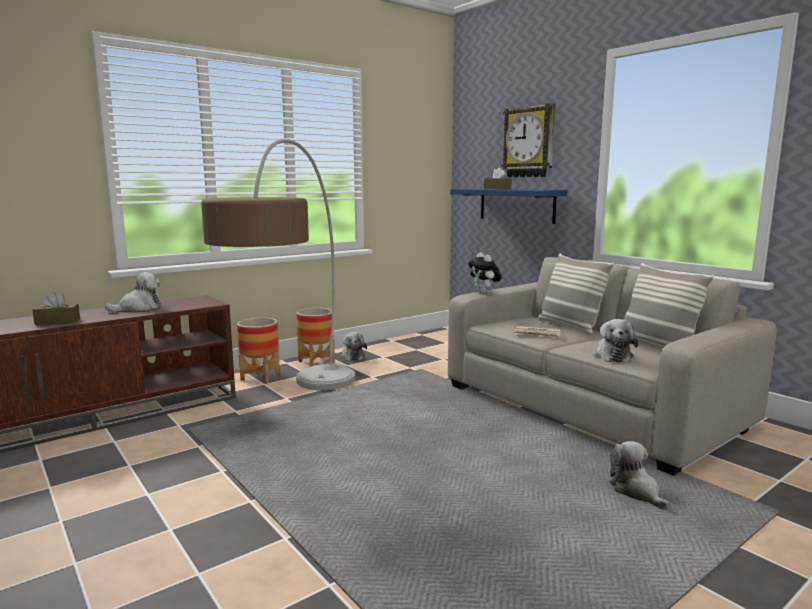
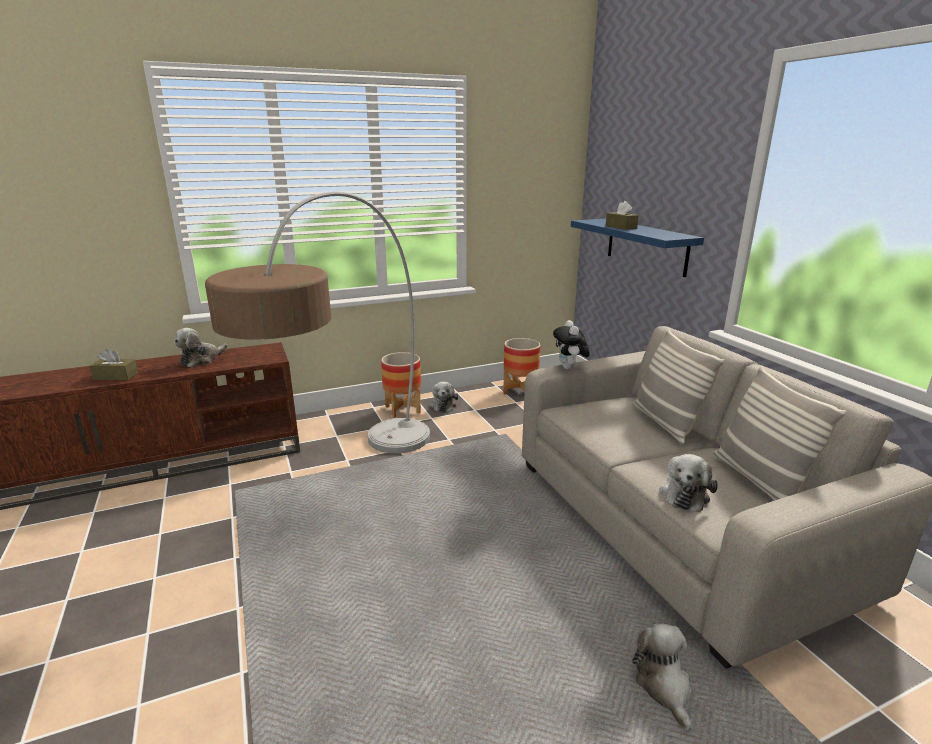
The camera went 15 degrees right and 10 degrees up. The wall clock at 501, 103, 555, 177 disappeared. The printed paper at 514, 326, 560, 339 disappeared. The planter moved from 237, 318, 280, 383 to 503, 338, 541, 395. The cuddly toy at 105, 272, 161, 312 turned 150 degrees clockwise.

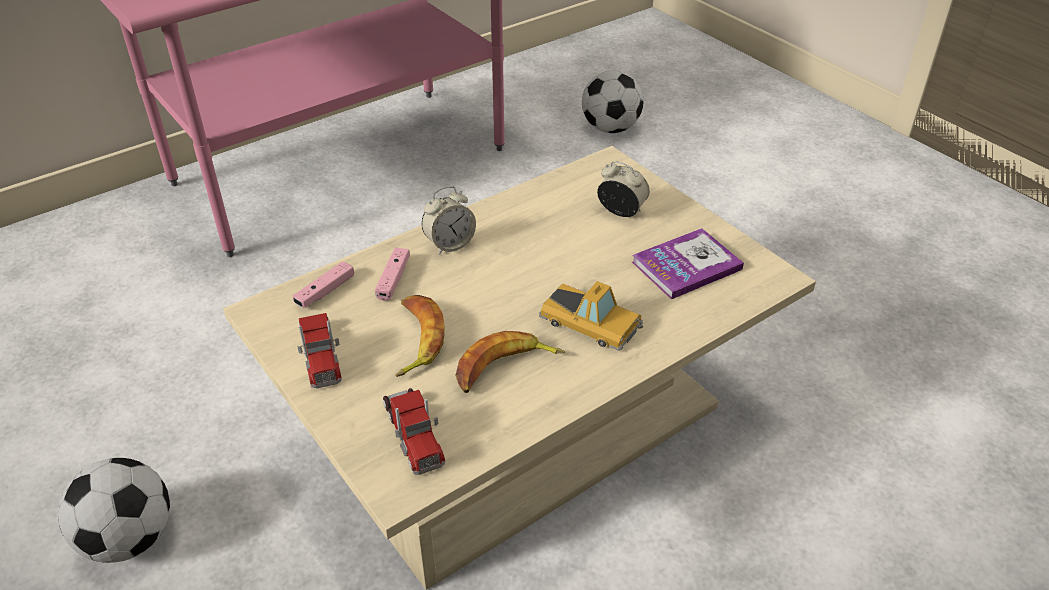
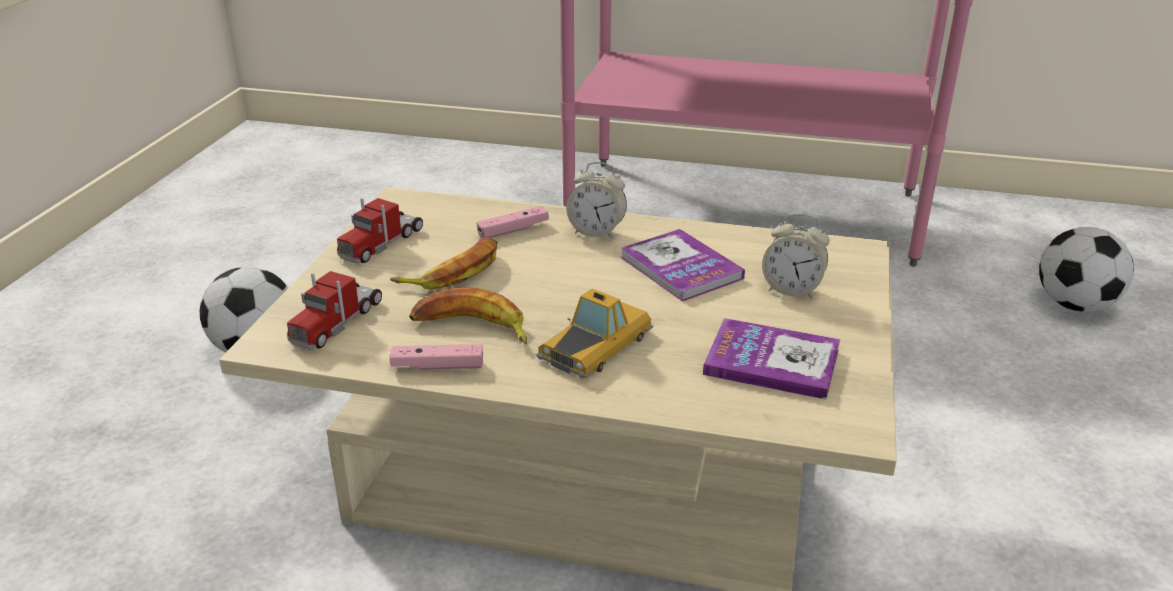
The camera went 50 degrees right and 10 degrees down. The volume at 620, 229, 745, 302 appeared. The joypad (pink) moved from 293, 261, 354, 308 to 390, 344, 483, 370. The model car at 539, 281, 643, 351 turned 135 degrees counterclockwise. The bedside clock at 597, 161, 650, 217 turned 120 degrees clockwise.

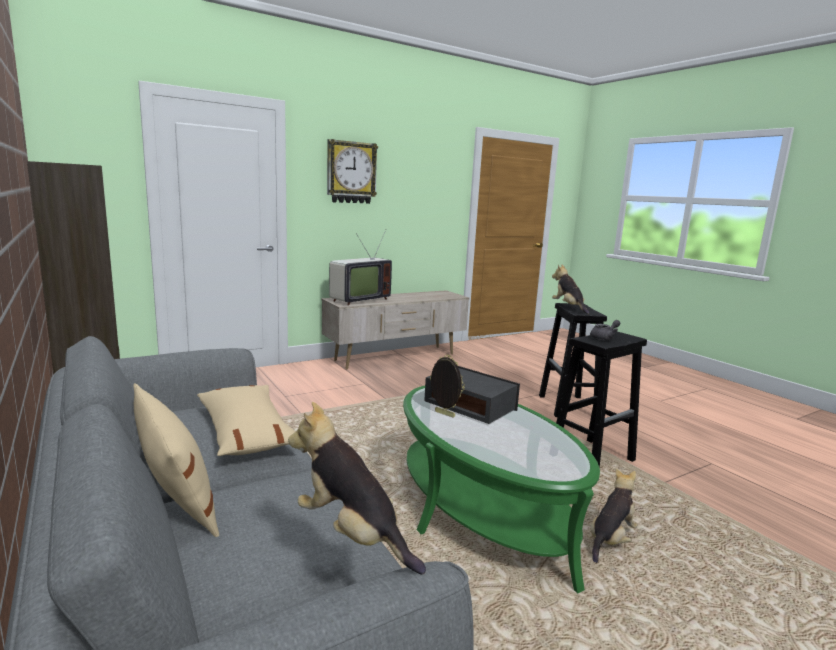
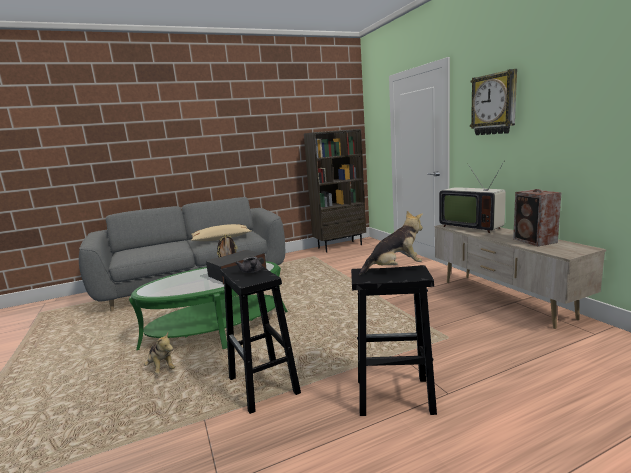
The camera went 100 degrees right and 0 degrees up. The cushion (beige-coloured) at 133, 383, 219, 537 disappeared. The cuddly toy at 288, 402, 426, 574 disappeared. The loudspeaker at 513, 189, 561, 246 appeared.

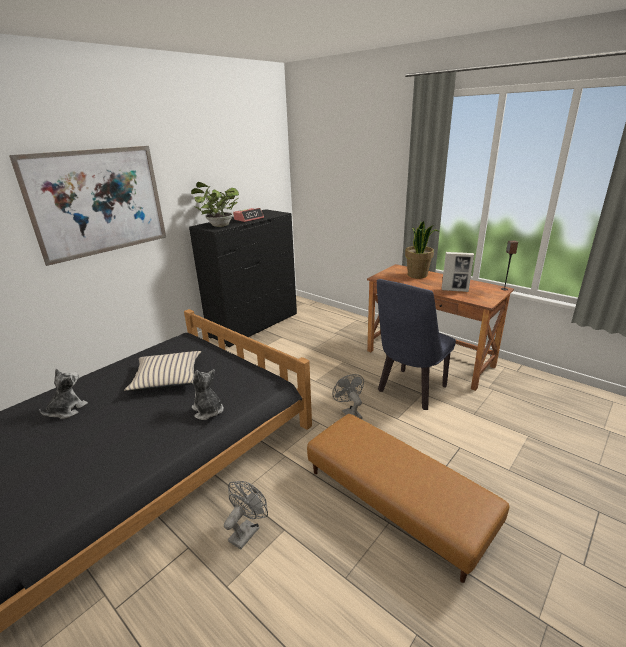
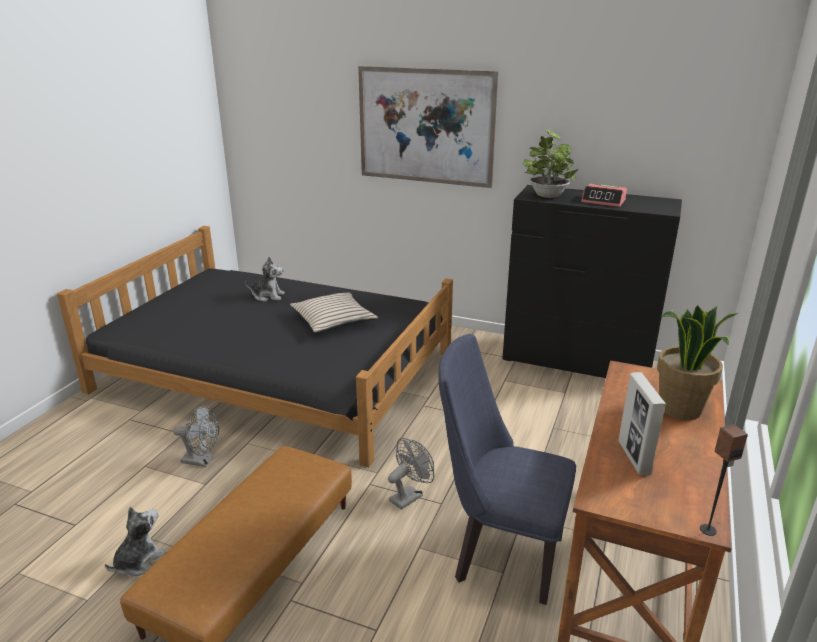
The camera went 70 degrees right and 0 degrees up. The cuddly toy moved from 192, 369, 224, 420 to 105, 506, 166, 577.

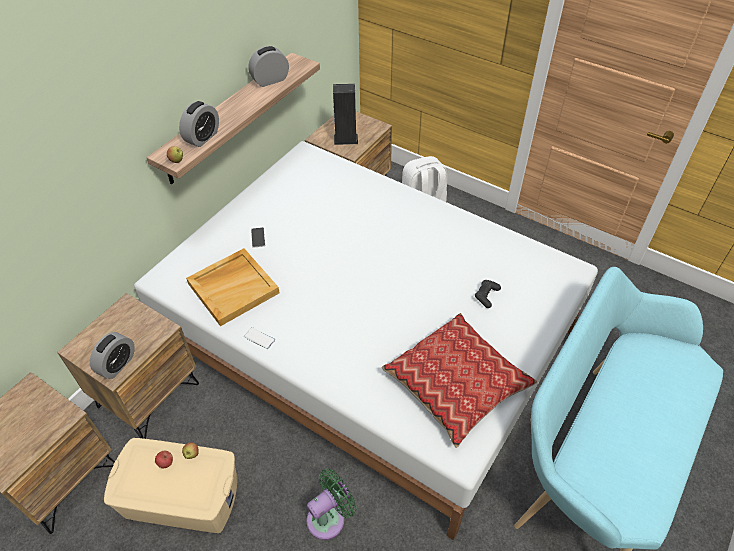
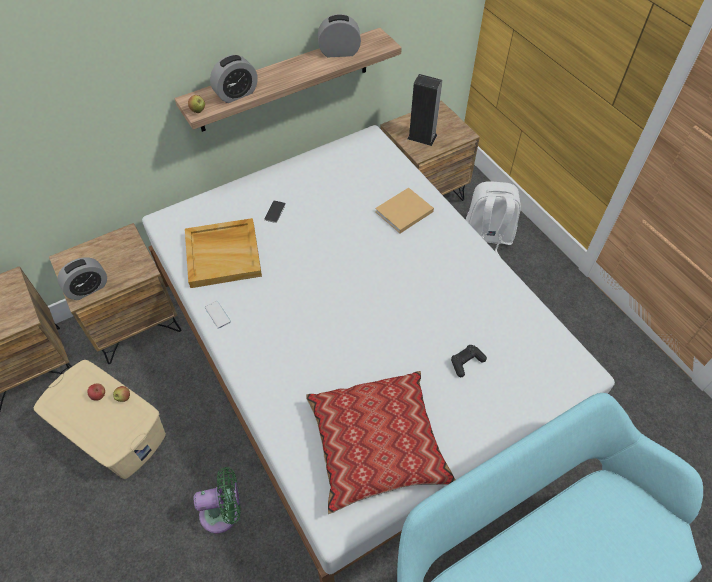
The camera went 25 degrees right and 5 degrees up. The volume (beige-coloured) at 375, 188, 434, 233 appeared.

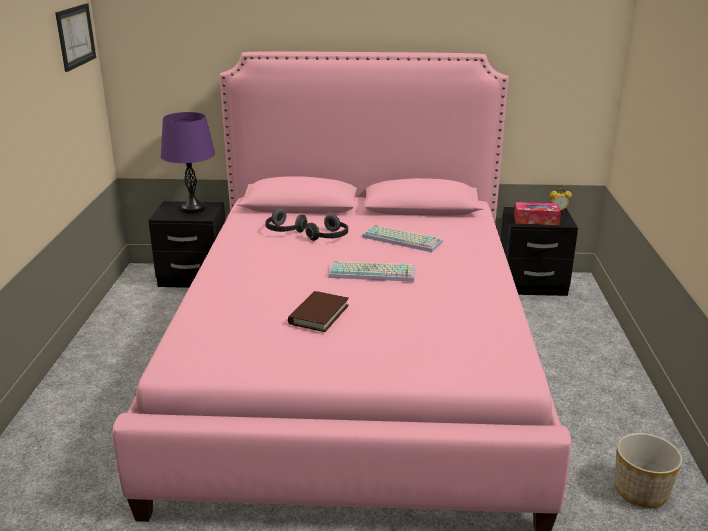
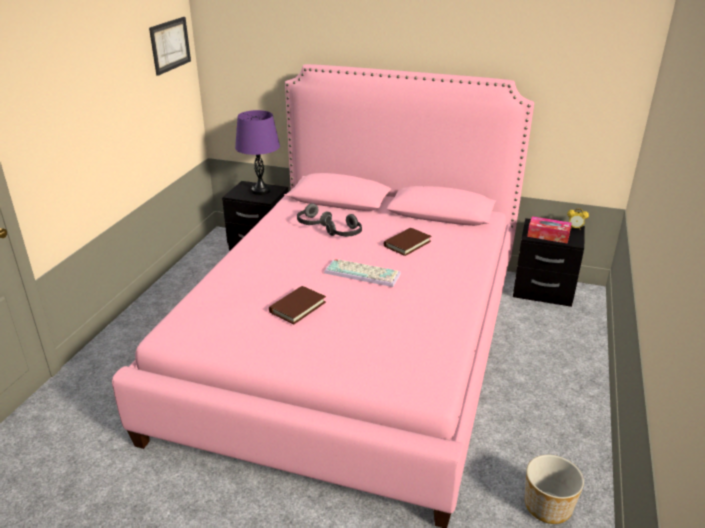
The camera went 15 degrees right and 5 degrees up. The keyboard at 362, 225, 443, 252 was replaced by the volume (brownish) at 384, 228, 431, 256.

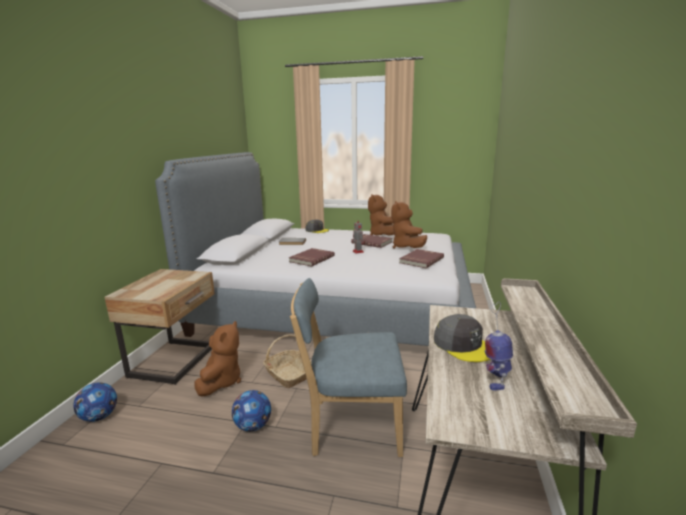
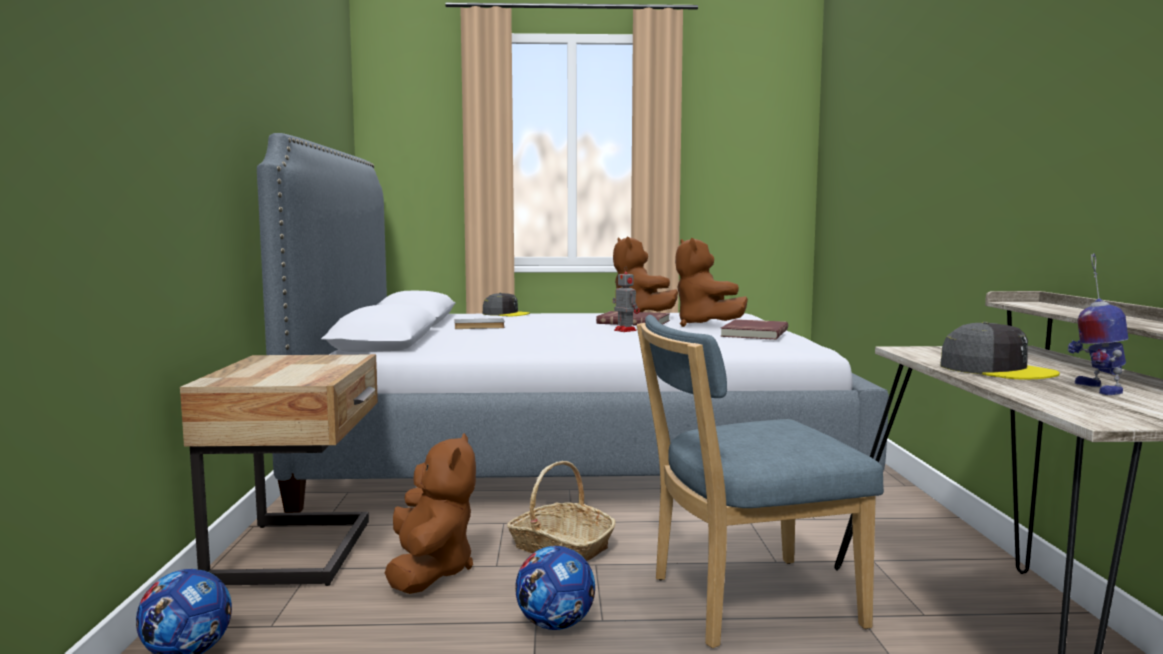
The camera went 15 degrees left and 10 degrees down. The volume (red) at 289, 248, 335, 267 disappeared.

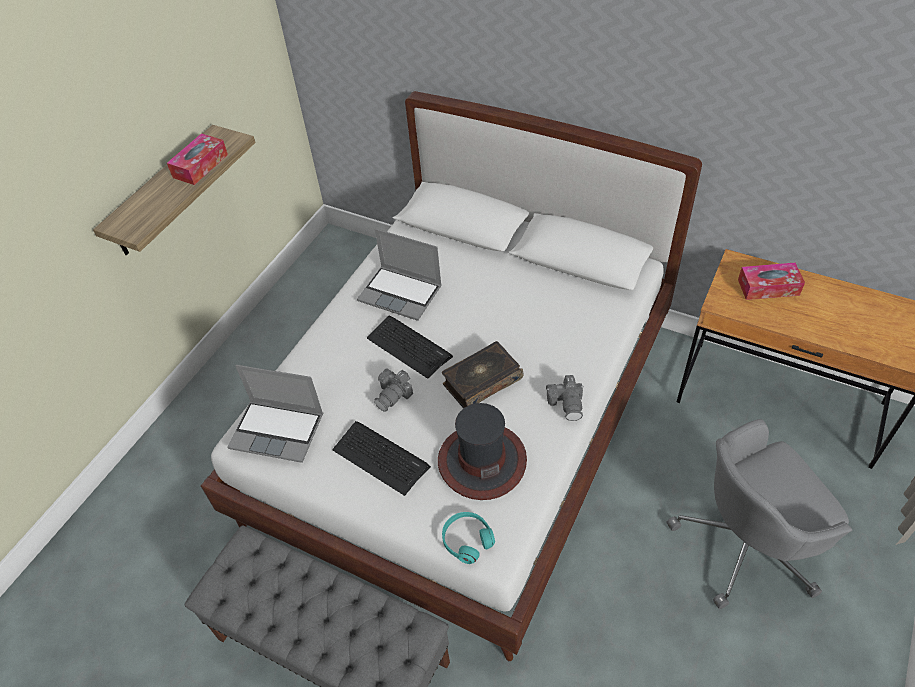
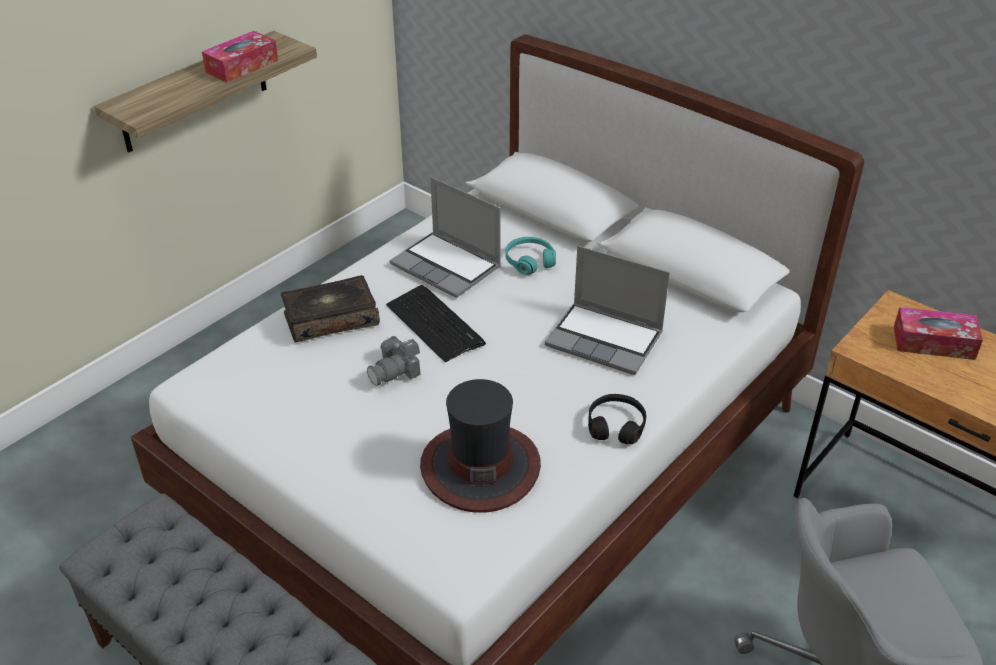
The camera went 10 degrees right and 10 degrees down. The keyboard at 332, 421, 431, 496 disappeared. The notebook computer moved from 228, 365, 323, 463 to 545, 246, 670, 375. The volume moved from 442, 341, 523, 409 to 281, 275, 380, 343. The headset (turquoise) moved from 442, 512, 495, 564 to 505, 237, 556, 275. The photo camera at 546, 375, 584, 421 was replaced by the headset (black) at 588, 394, 646, 444.

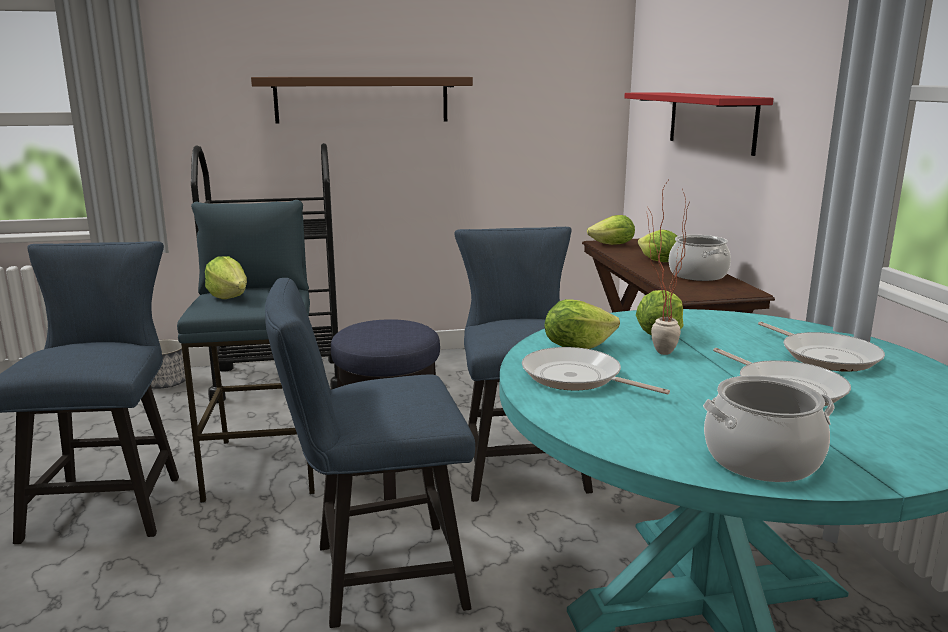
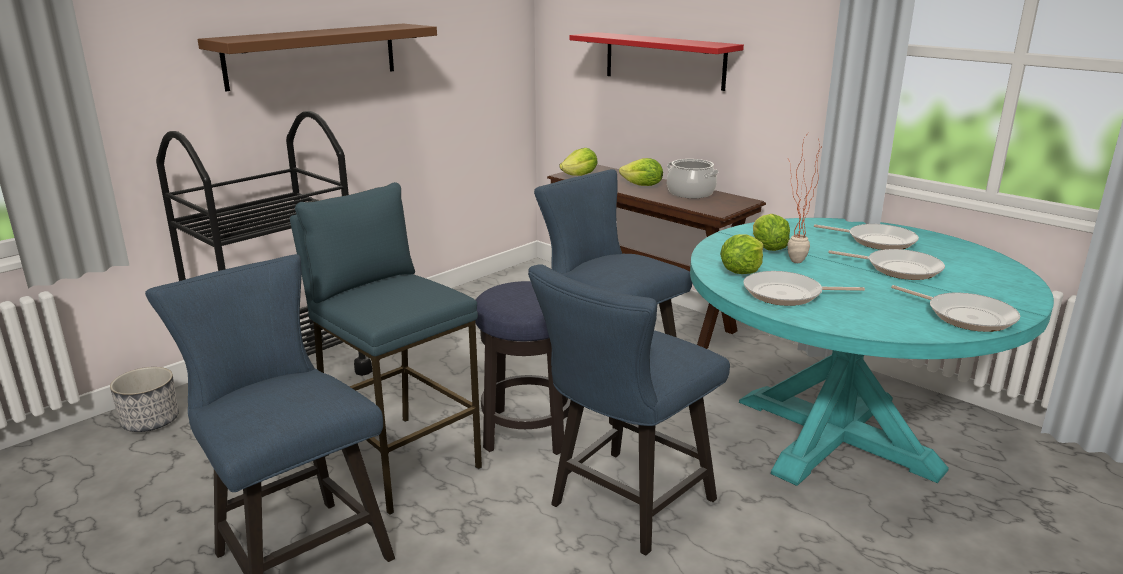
The camera went 35 degrees left and 5 degrees up. The lettuce head at 205, 256, 247, 299 disappeared. The saucepot at 703, 375, 835, 482 was replaced by the pan at 891, 285, 1020, 332.

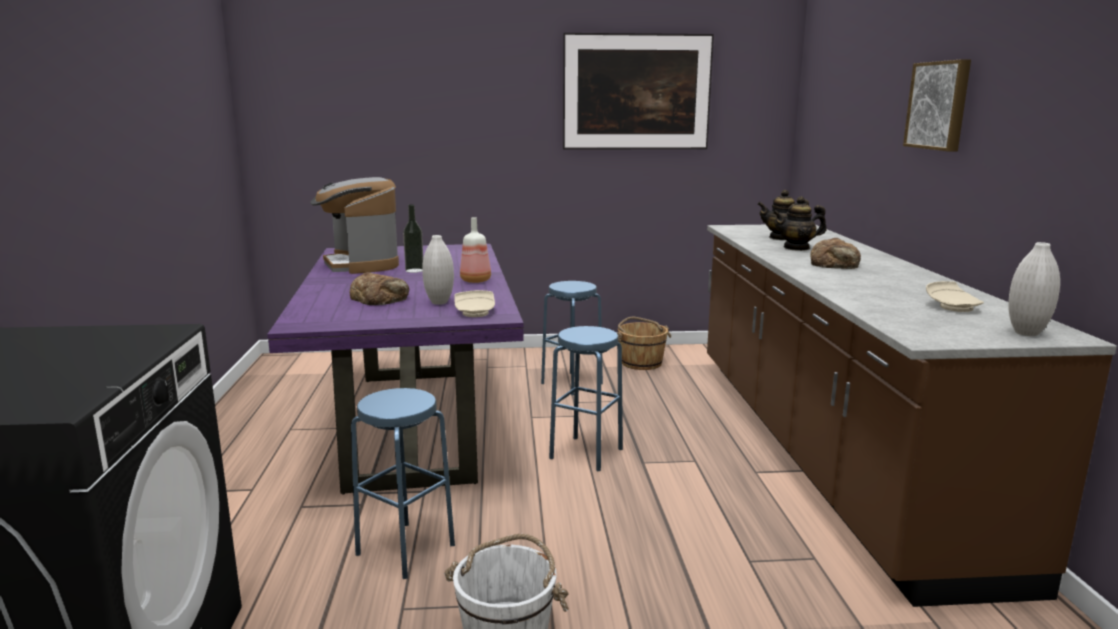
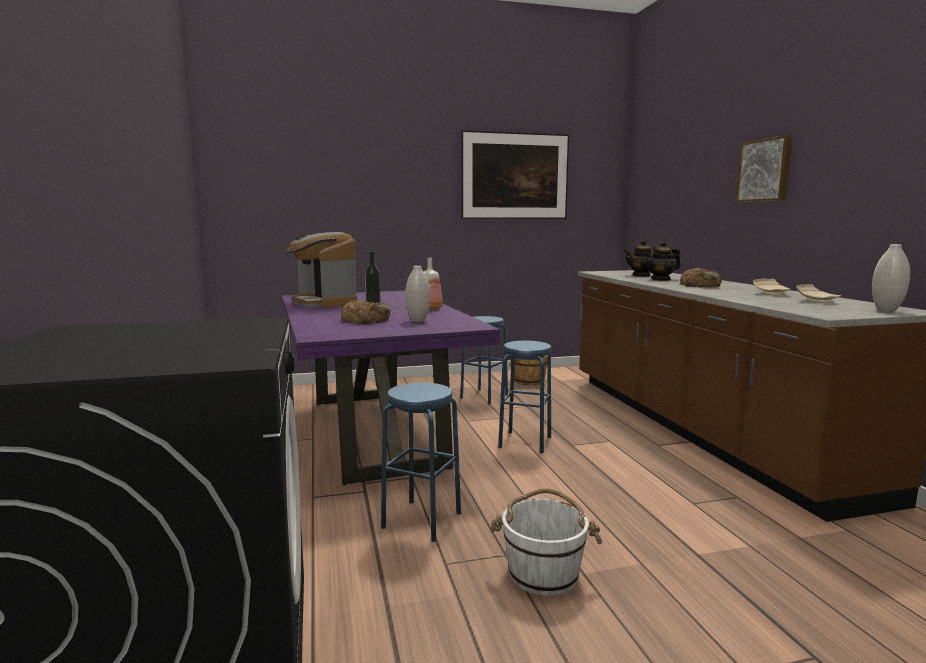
The camera went 10 degrees left and 5 degrees down. The flat dish (beige-coloured) moved from 454, 290, 495, 317 to 753, 279, 791, 295.

